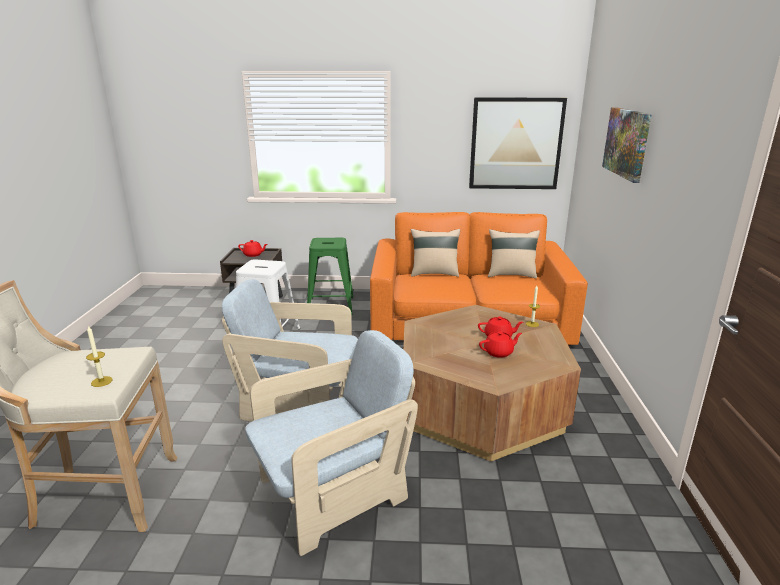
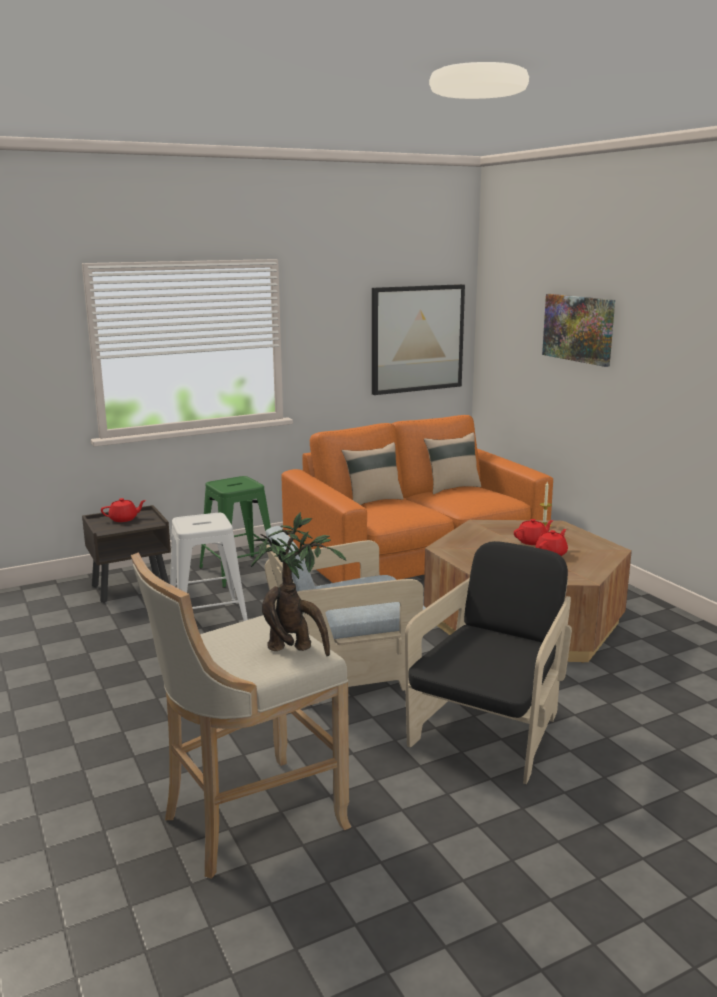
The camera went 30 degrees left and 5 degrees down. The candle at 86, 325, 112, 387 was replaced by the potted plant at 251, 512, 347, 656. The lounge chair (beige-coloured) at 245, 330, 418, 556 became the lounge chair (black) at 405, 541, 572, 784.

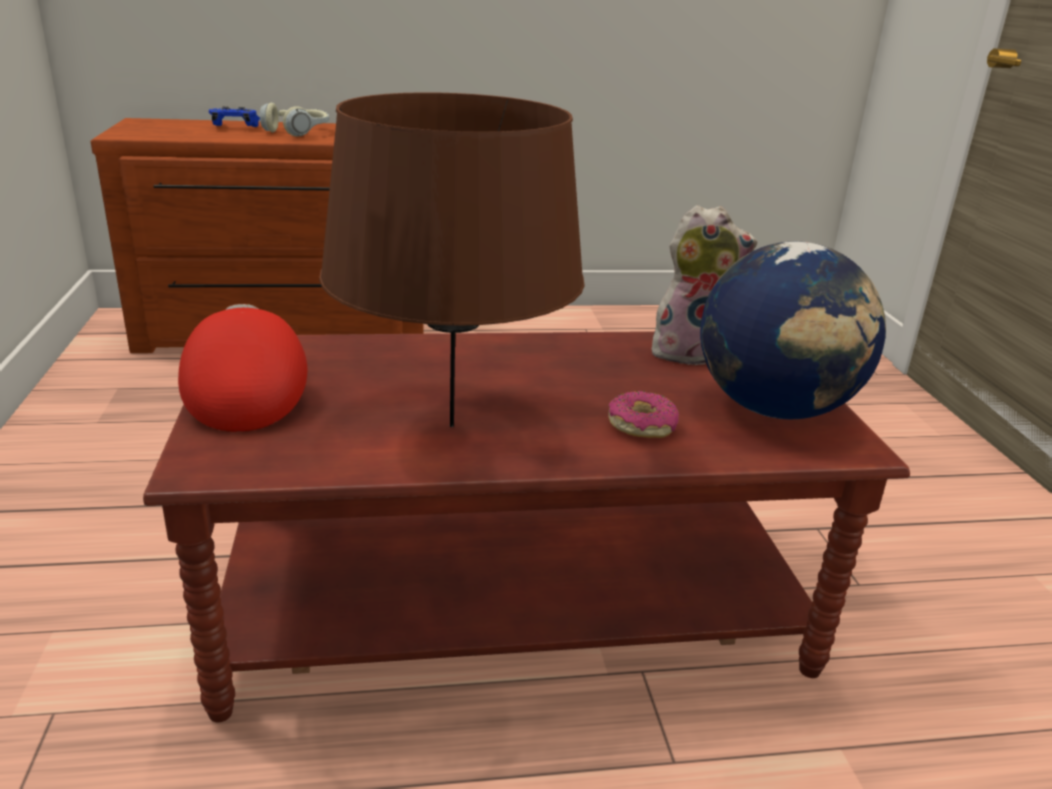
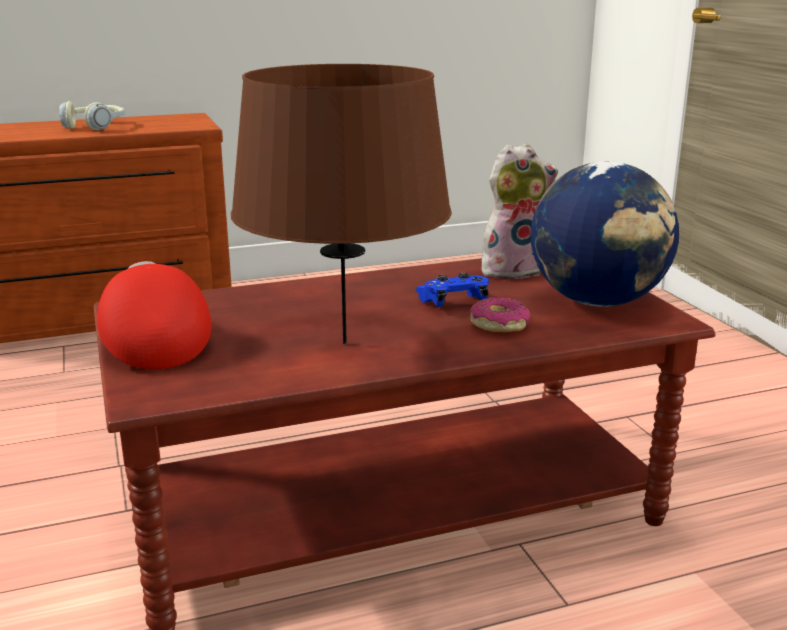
The camera went 10 degrees left and 5 degrees down. The joypad (blue-coloured) moved from 209, 106, 260, 127 to 416, 273, 489, 307.

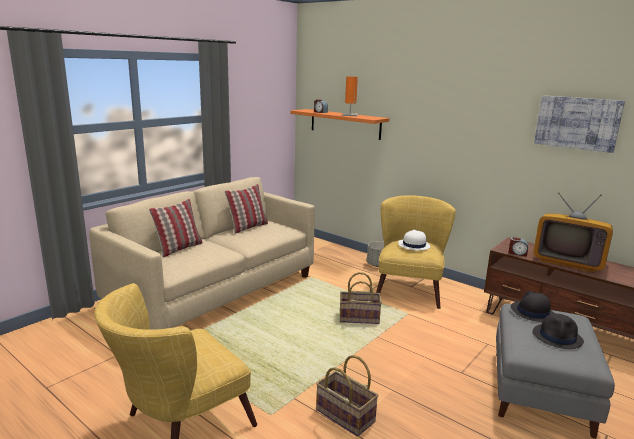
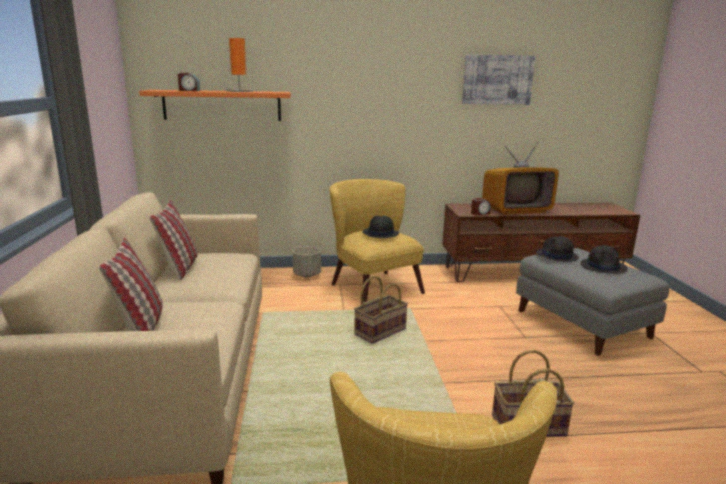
The camera went 45 degrees left and 0 degrees up. The clothing hat (white-coloured) at 398, 230, 430, 250 became the clothing hat (black) at 362, 216, 399, 238.

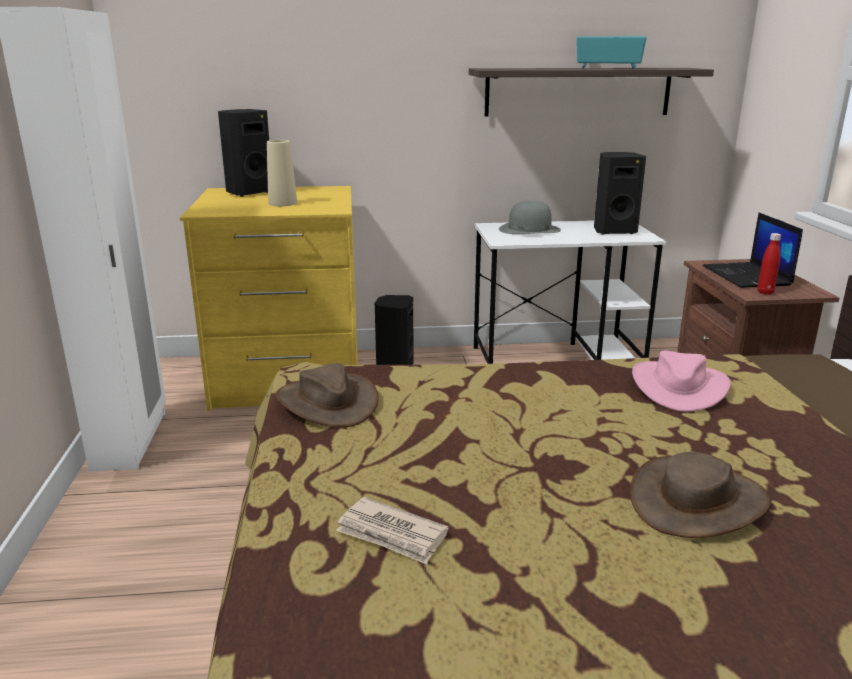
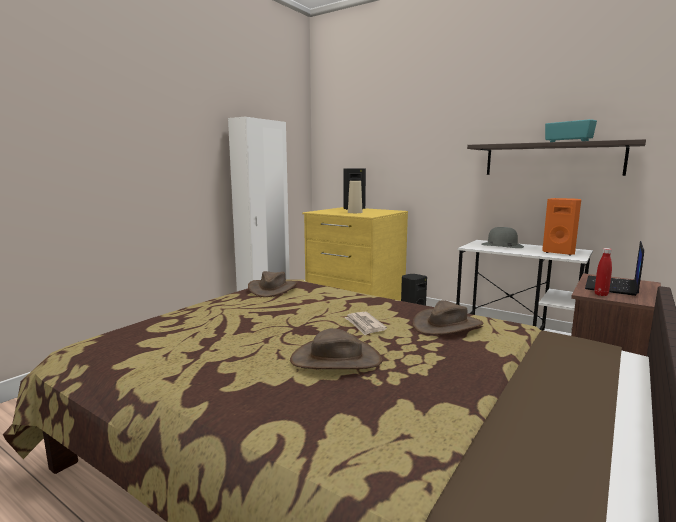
The camera went 40 degrees right and 10 degrees down. The printed paper moved from 336, 497, 449, 564 to 344, 312, 387, 335. The loudspeaker (black) at 594, 152, 646, 235 became the loudspeaker (orange) at 542, 198, 581, 255. The clothing hat (pink) at 632, 351, 731, 412 became the clothing hat (brownish) at 412, 300, 483, 335.

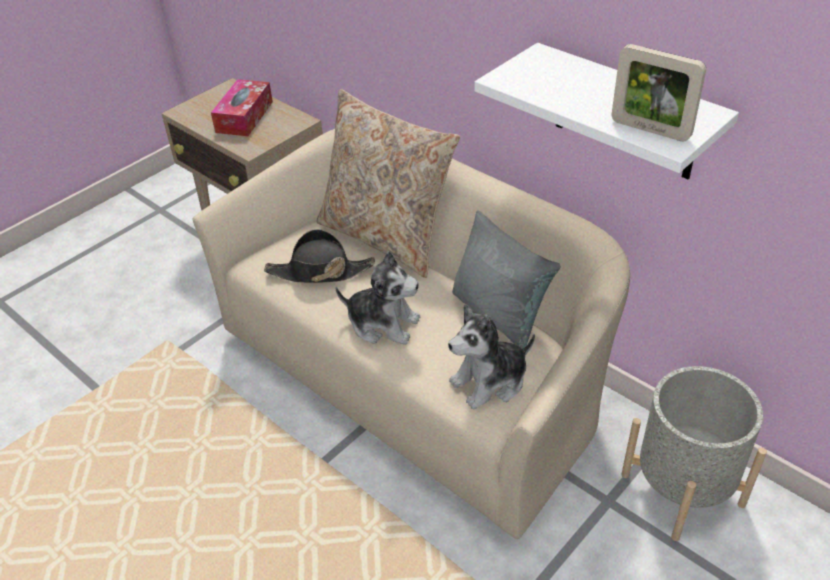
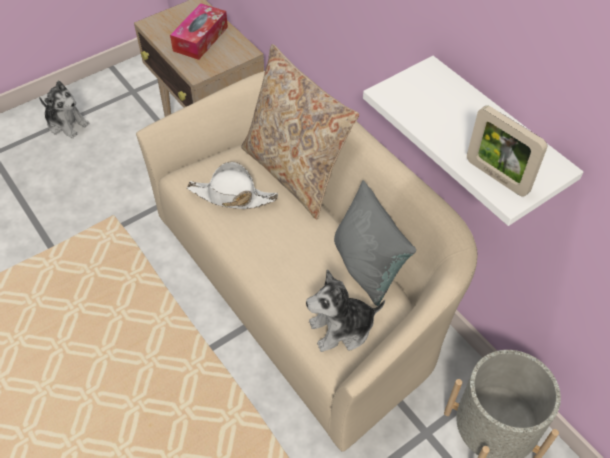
The camera went 10 degrees right and 10 degrees up. The cuddly toy moved from 336, 251, 421, 345 to 39, 81, 90, 138. The clothing hat (black) at 264, 229, 375, 283 became the clothing hat (white-coloured) at 187, 162, 278, 209.

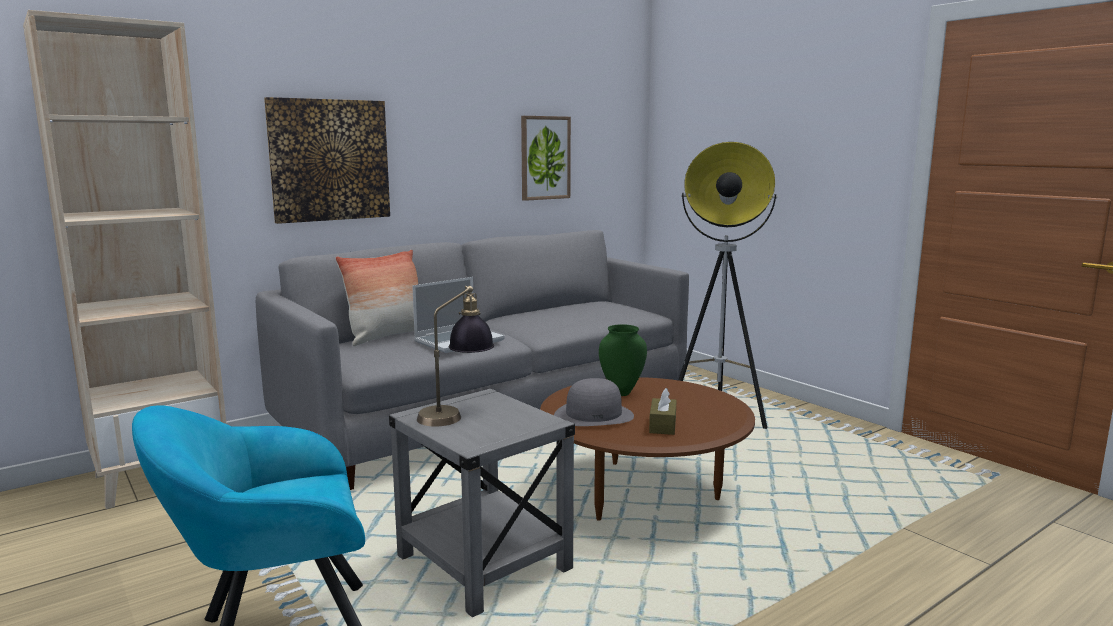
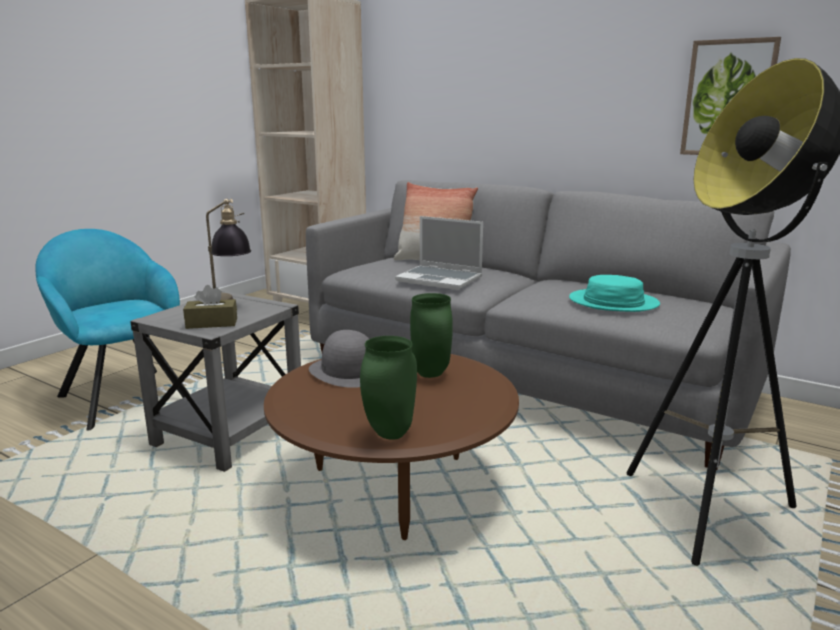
The camera went 70 degrees right and 5 degrees up. The wall art at 264, 97, 390, 224 disappeared. The flower vase (greenish) at 360, 336, 417, 440 appeared. The clothing hat (turquoise) at 569, 275, 660, 312 appeared. The tissue holder (brownish) moved from 649, 388, 677, 435 to 183, 285, 237, 329.

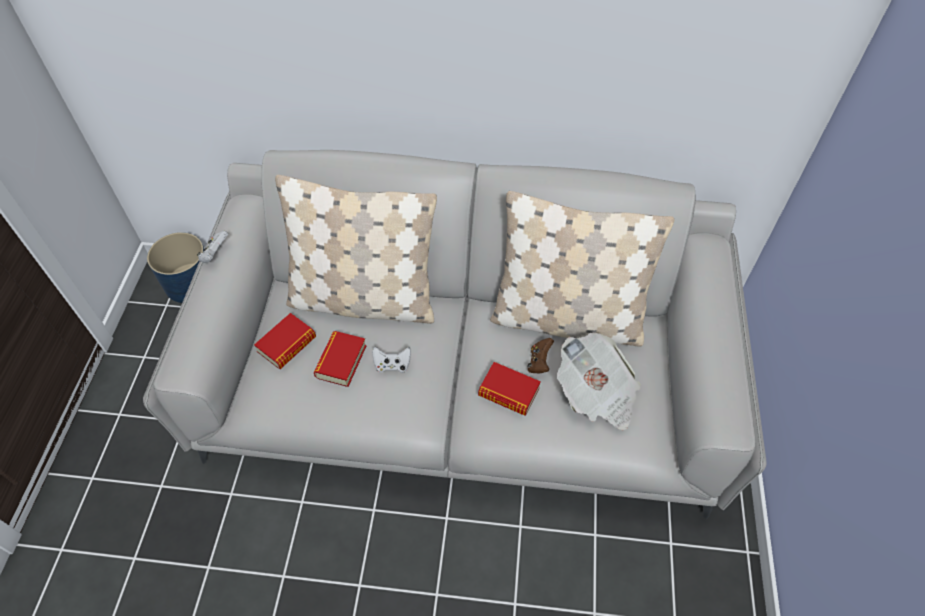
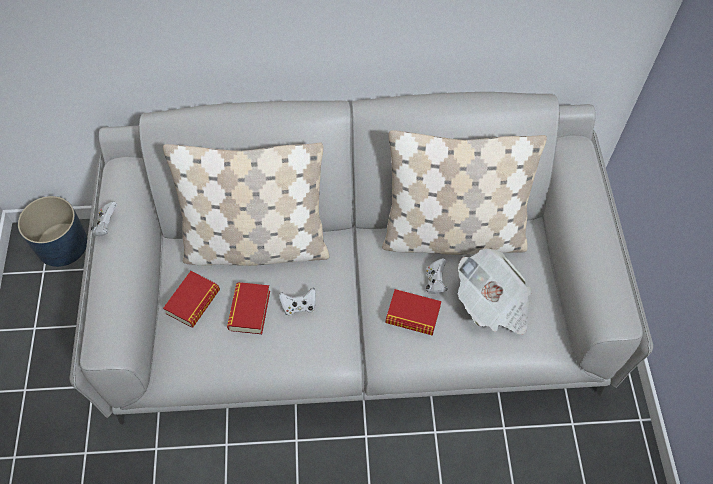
The camera went 10 degrees left and 5 degrees up. The joypad (brownish) at 527, 338, 554, 373 became the joypad (white-coloured) at 426, 258, 448, 294.

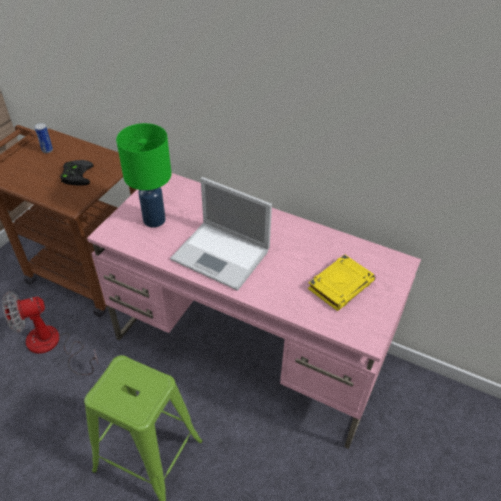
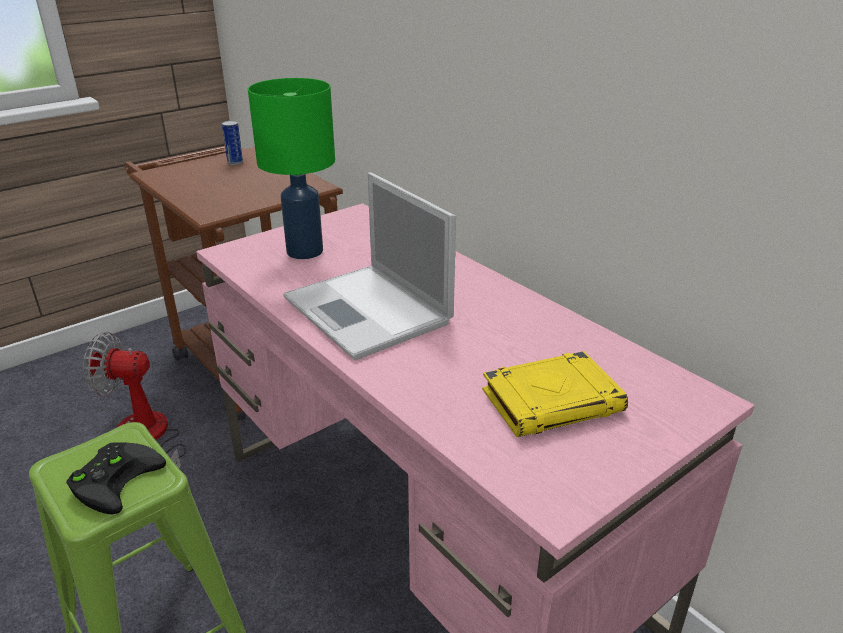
The camera went 25 degrees right and 15 degrees down. The joypad (black) moved from 60, 160, 94, 185 to 66, 442, 166, 515.

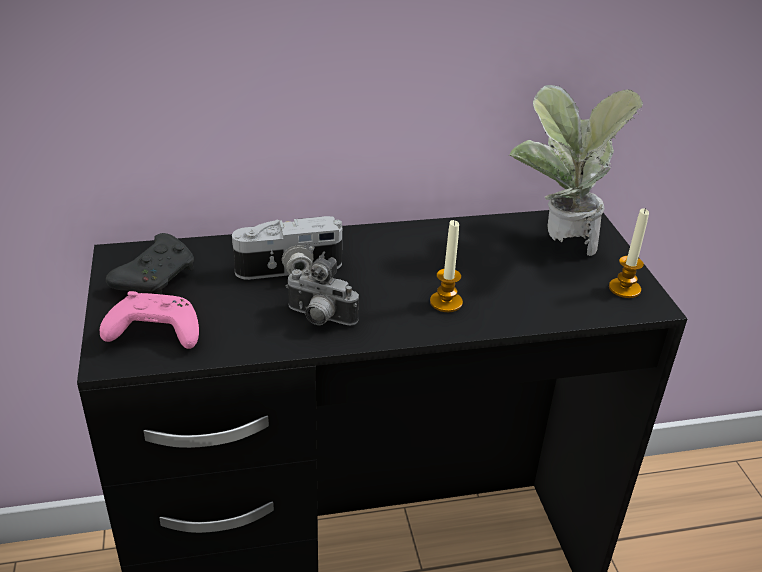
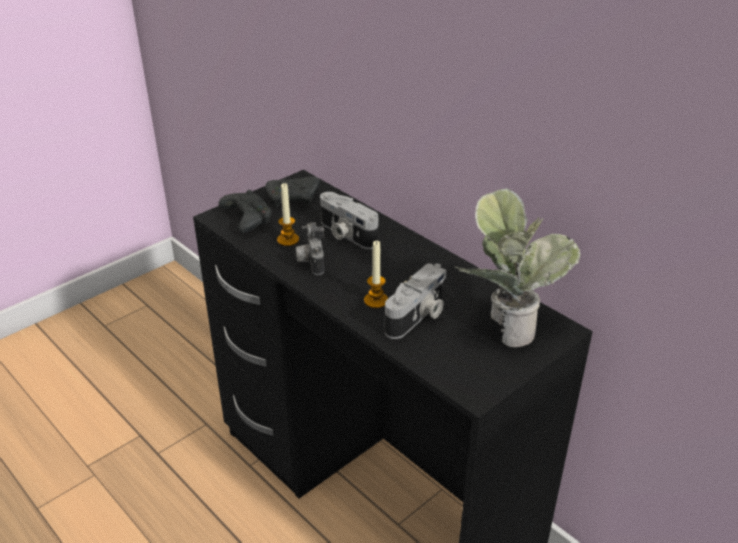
The camera went 60 degrees right and 0 degrees up. The photo camera at 385, 263, 446, 339 appeared. The candle moved from 609, 208, 649, 298 to 277, 183, 299, 246. The joypad (pink) at 100, 291, 199, 349 became the joypad (black) at 218, 190, 272, 233.

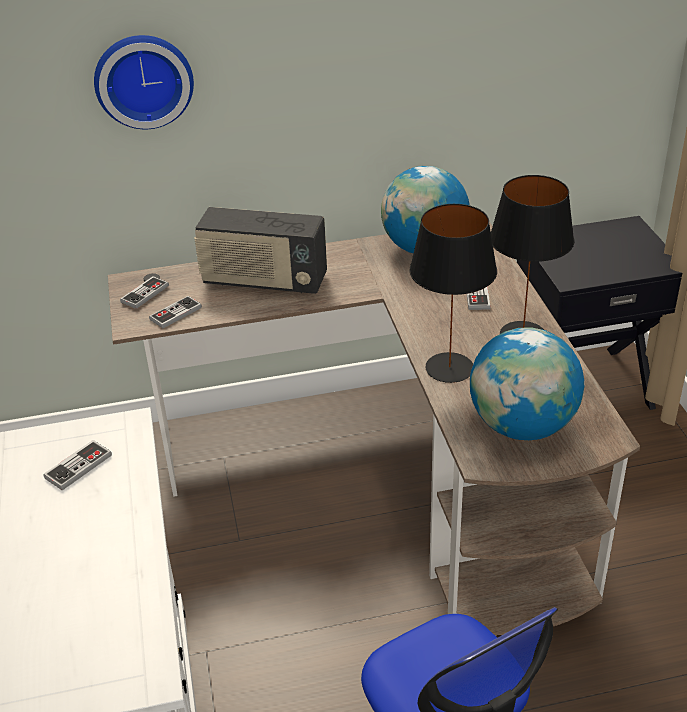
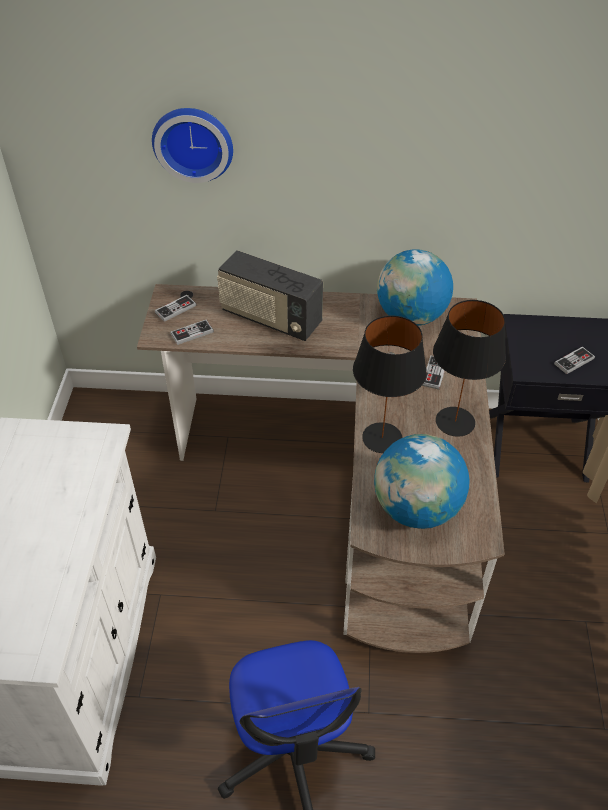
The camera went 15 degrees right and 10 degrees up. The joypad moved from 43, 440, 112, 490 to 554, 346, 595, 374.

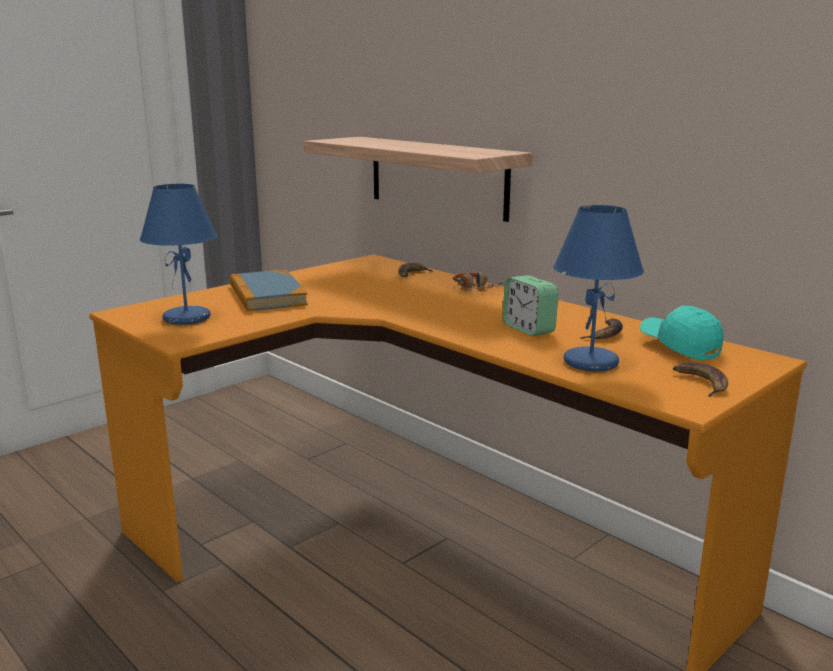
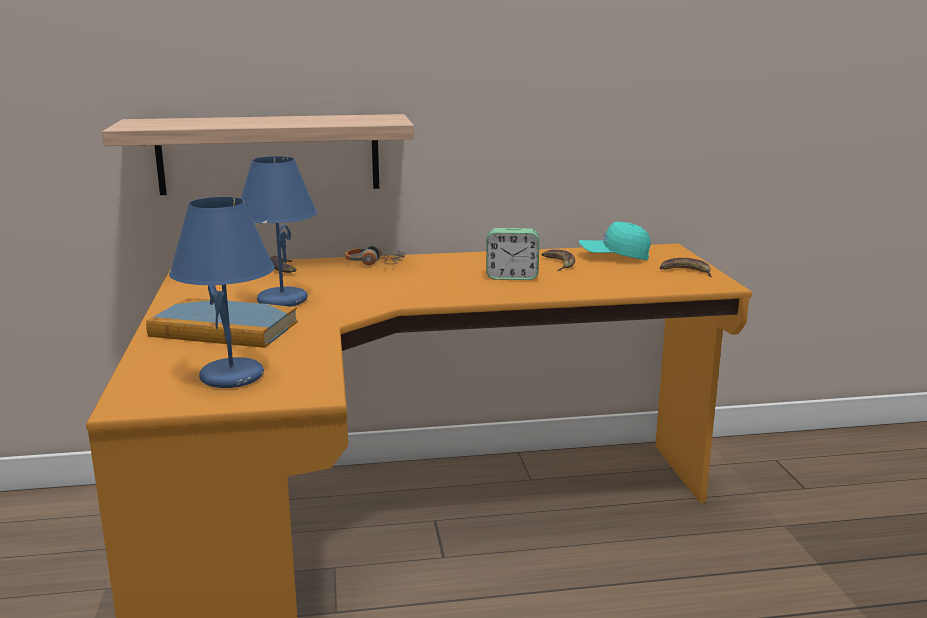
The camera went 55 degrees left and 0 degrees up. The tabletop lamp (blue-coloured) moved from 553, 205, 644, 371 to 241, 156, 317, 307.

